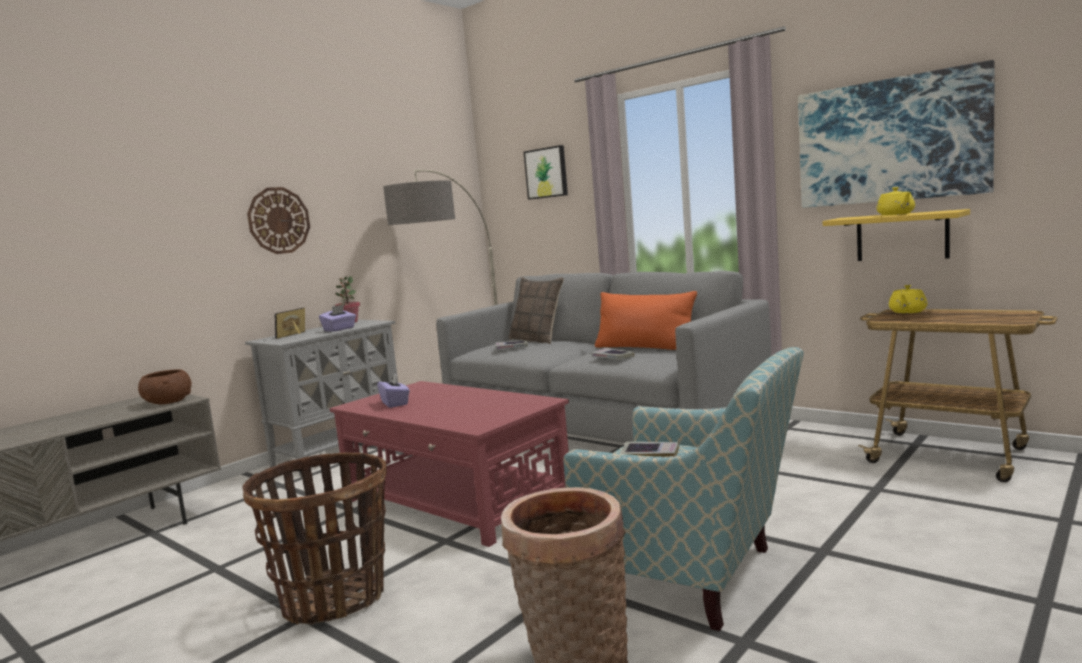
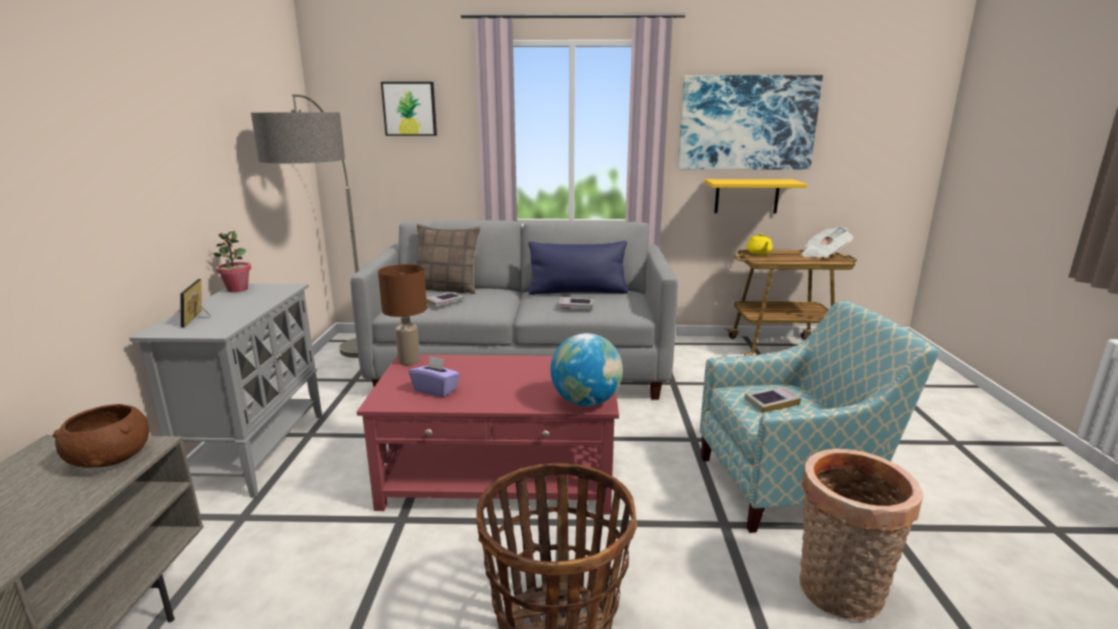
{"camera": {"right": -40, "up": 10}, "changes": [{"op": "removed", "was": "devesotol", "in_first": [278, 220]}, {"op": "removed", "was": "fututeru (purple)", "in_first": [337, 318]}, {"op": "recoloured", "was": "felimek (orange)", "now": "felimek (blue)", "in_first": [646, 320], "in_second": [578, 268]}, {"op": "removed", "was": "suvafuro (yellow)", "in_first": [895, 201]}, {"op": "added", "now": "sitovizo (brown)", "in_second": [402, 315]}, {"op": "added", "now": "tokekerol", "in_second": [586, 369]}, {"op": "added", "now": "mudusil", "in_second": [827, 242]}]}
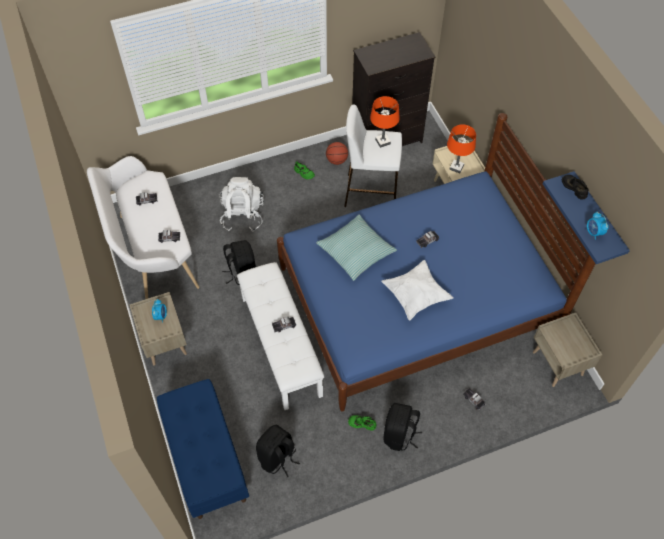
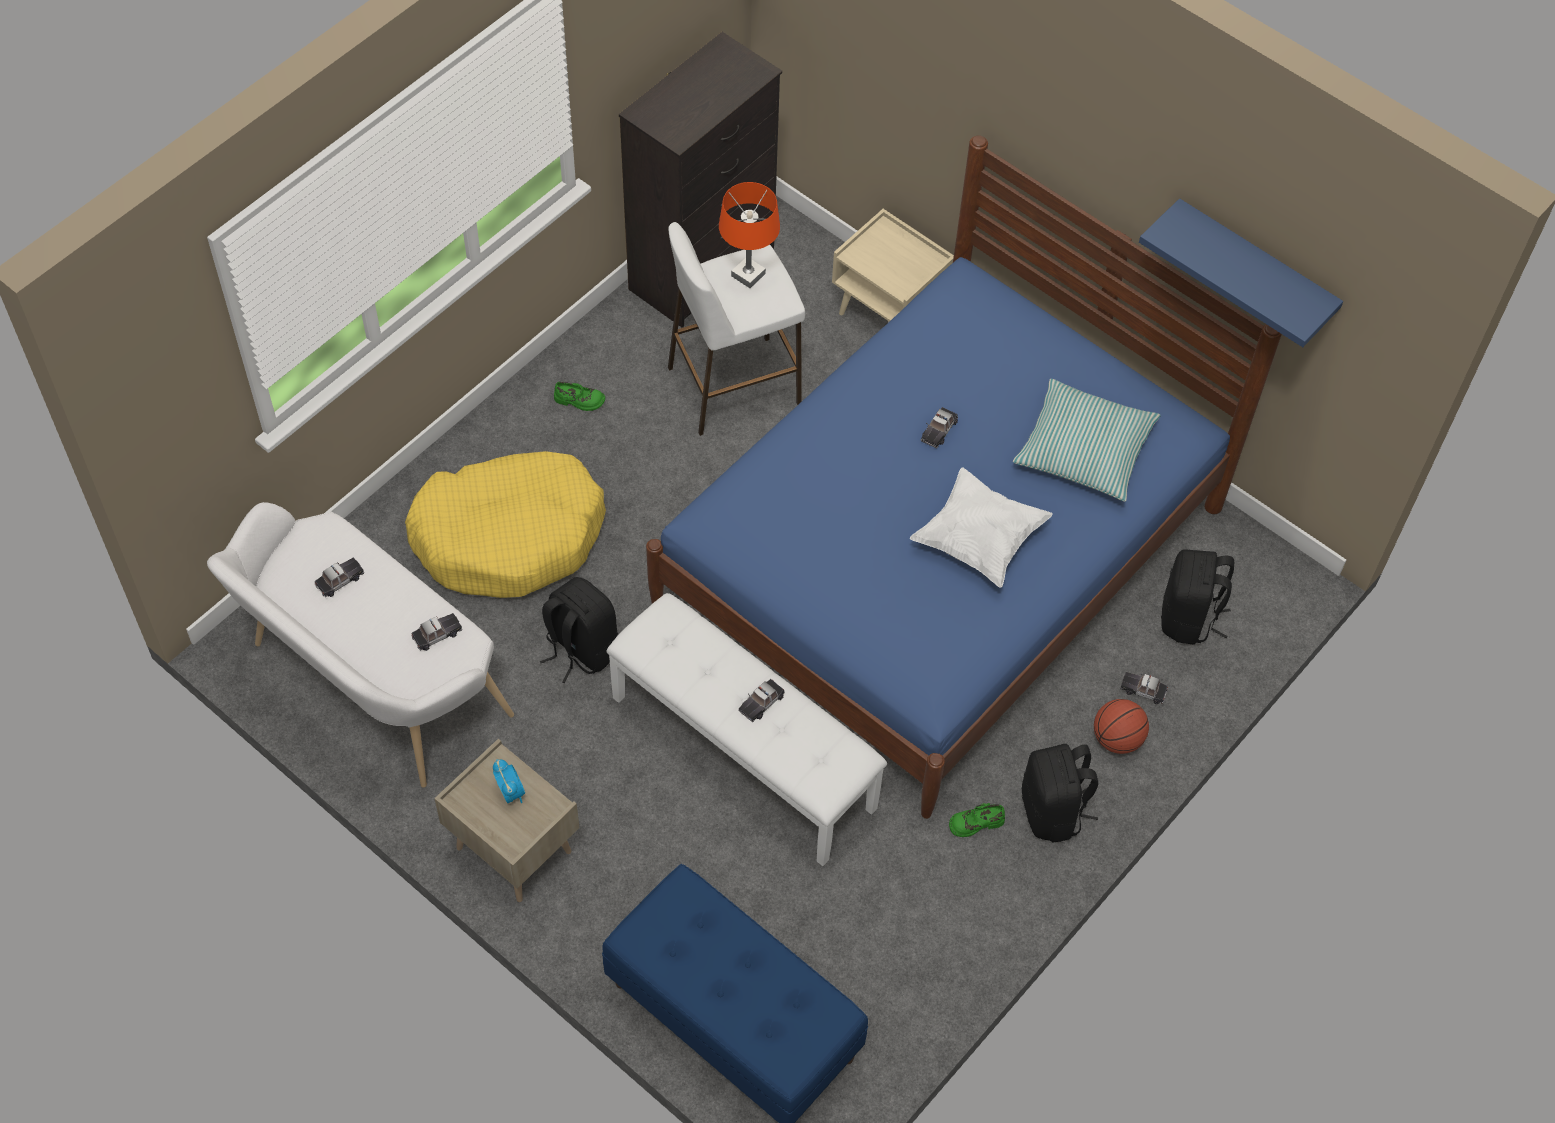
{"camera": {"right": -30, "up": 0}, "changes": [{"op": "replaced", "was": "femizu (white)", "now": "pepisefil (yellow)", "in_first": [241, 204], "in_second": [505, 524]}, {"op": "moved", "was": "femizu (black)", "in_first": [278, 451], "in_second": [1197, 596]}, {"op": "moved", "was": "felimek", "in_first": [356, 248], "in_second": [1087, 440]}, {"op": "moved", "was": "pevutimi", "in_first": [337, 153], "in_second": [1121, 726]}, {"op": "removed", "was": "sitovizo (orange)", "in_first": [461, 148]}, {"op": "removed", "was": "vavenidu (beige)", "in_first": [567, 349]}, {"op": "removed", "was": "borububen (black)", "in_first": [575, 187]}, {"op": "removed", "was": "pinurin", "in_first": [598, 226]}]}
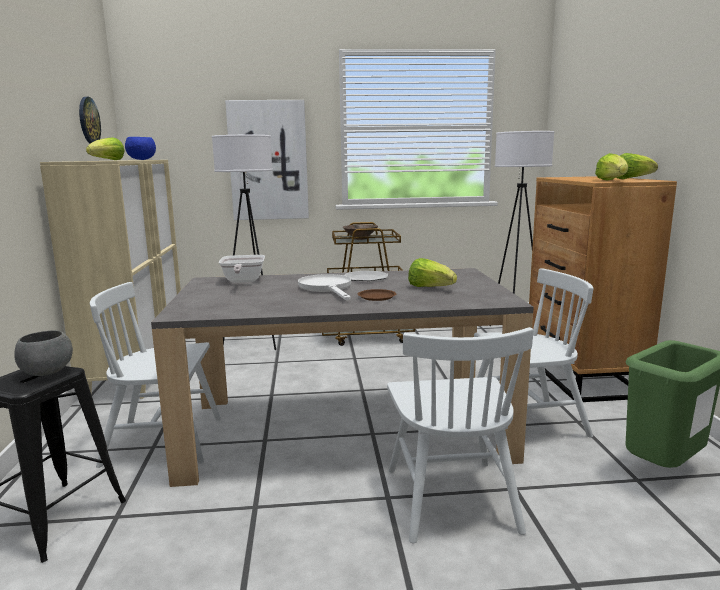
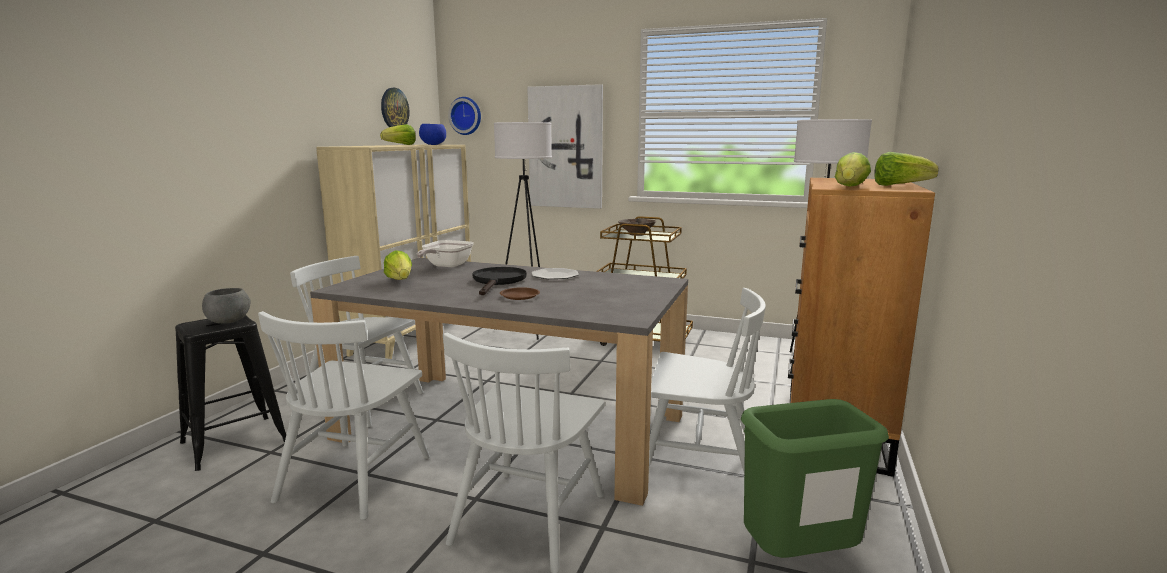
{"camera": {"right": 25, "up": 0}, "changes": [{"op": "recoloured", "was": "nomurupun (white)", "now": "nomurupun (black)", "in_first": [324, 287], "in_second": [499, 281]}, {"op": "moved", "was": "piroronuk", "in_first": [432, 272], "in_second": [398, 265]}, {"op": "added", "now": "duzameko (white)", "in_second": [344, 415]}, {"op": "added", "now": "devesotol", "in_second": [464, 116]}]}
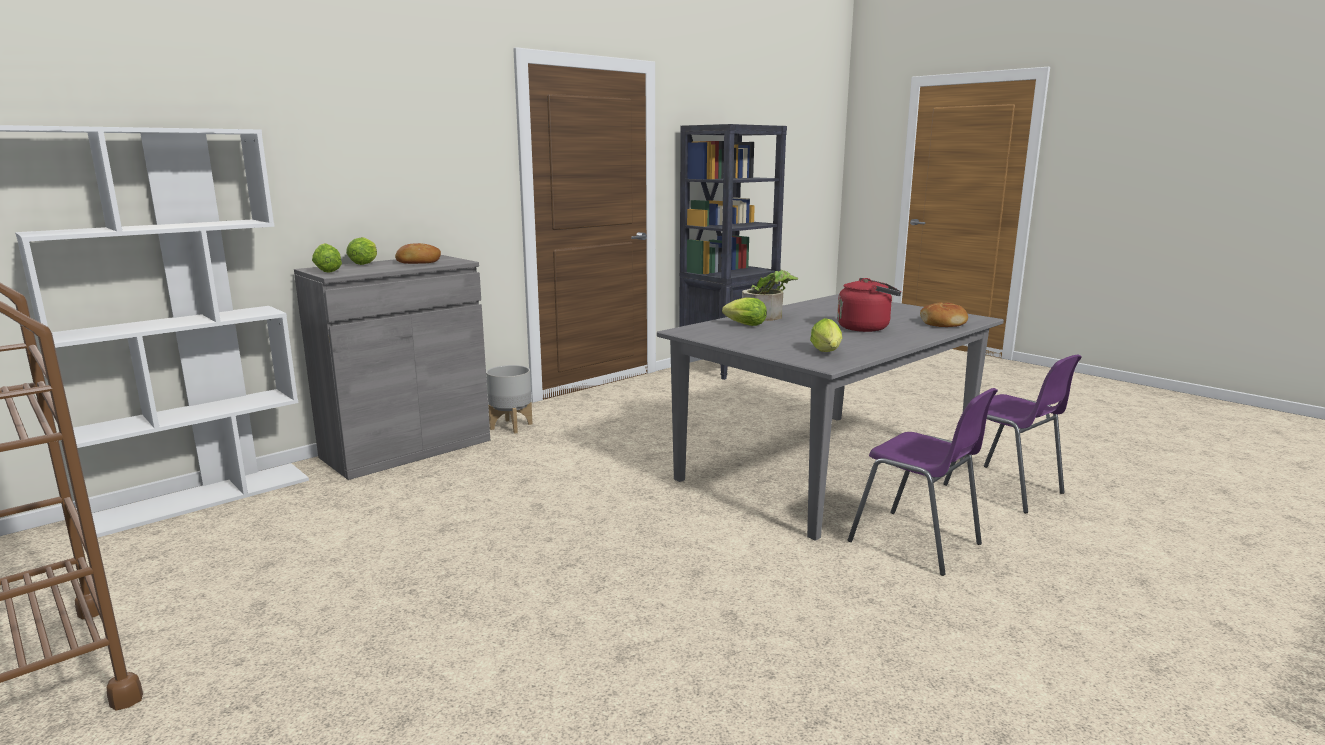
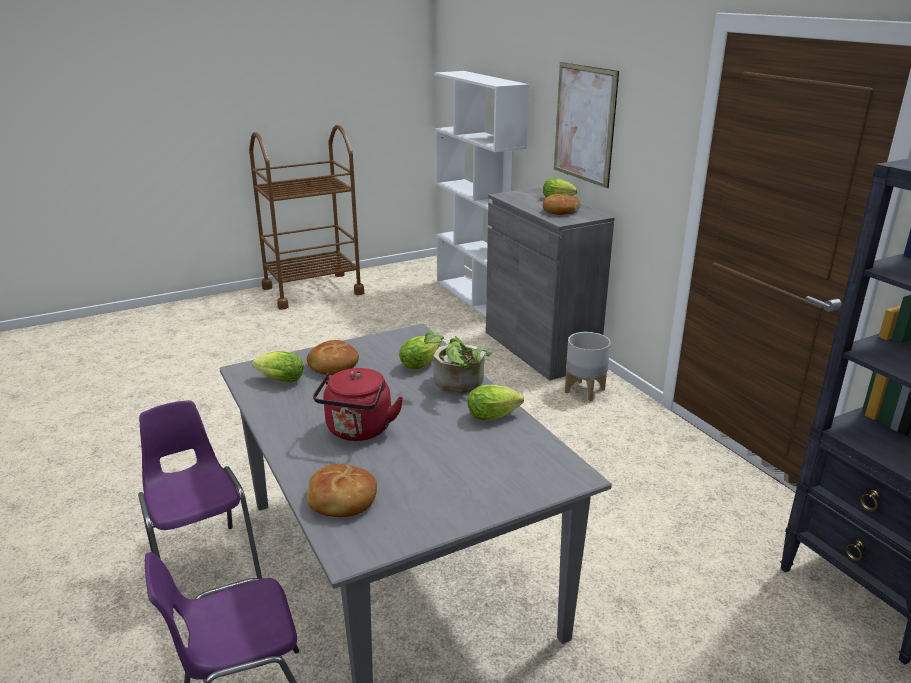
{"camera": {"right": 105, "up": 10}, "changes": [{"op": "moved", "was": "piroronuk", "in_first": [327, 258], "in_second": [496, 402]}, {"op": "turned", "was": "duzameko (purple)", "in_first": [923, 482], "in_second": [200, 507], "clockwise": 90}, {"op": "added", "now": "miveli", "in_second": [333, 357]}, {"op": "added", "now": "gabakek", "in_second": [586, 125]}]}
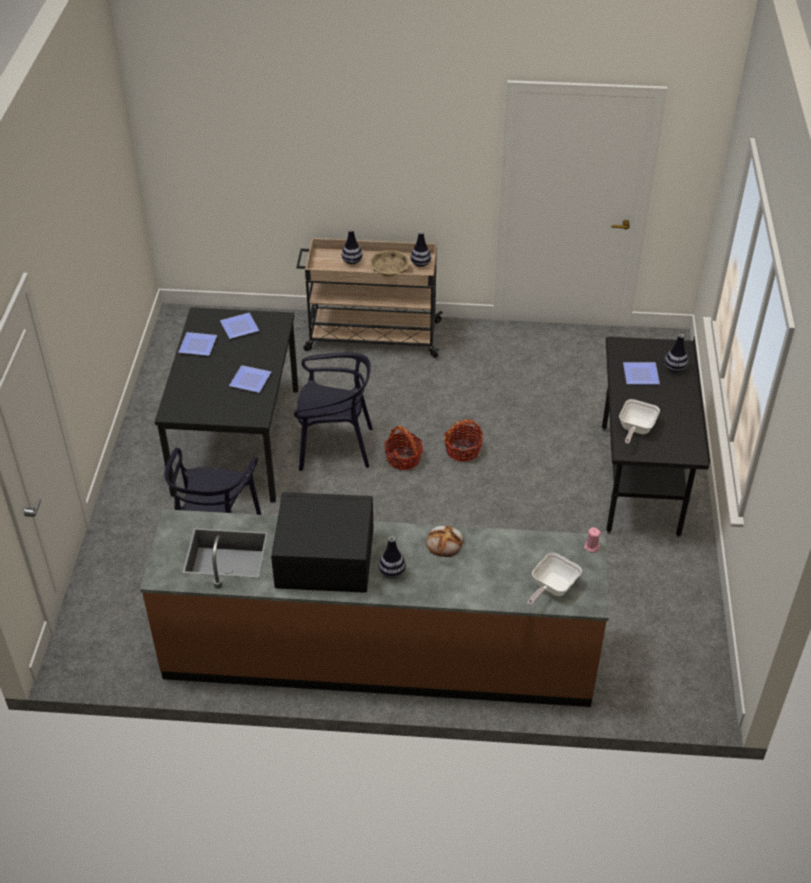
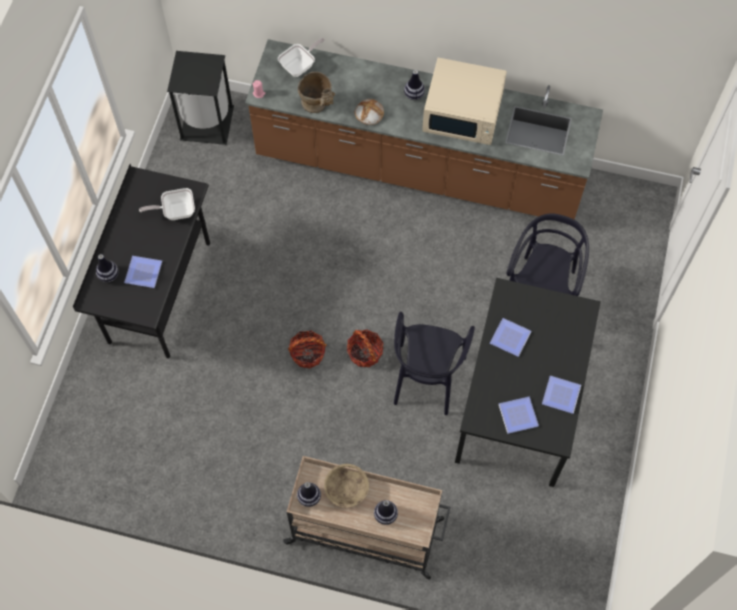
{"camera": {"right": -170, "up": 20}, "changes": [{"op": "recoloured", "was": "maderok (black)", "now": "maderok (beige)", "in_first": [322, 542], "in_second": [464, 101]}, {"op": "turned", "was": "duzameko (black)", "in_first": [333, 411], "in_second": [434, 363], "clockwise": -90}, {"op": "turned", "was": "nomurupun", "in_first": [639, 421], "in_second": [167, 204], "clockwise": -135}, {"op": "added", "now": "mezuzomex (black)", "in_second": [200, 98]}, {"op": "added", "now": "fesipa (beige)", "in_second": [316, 92]}]}
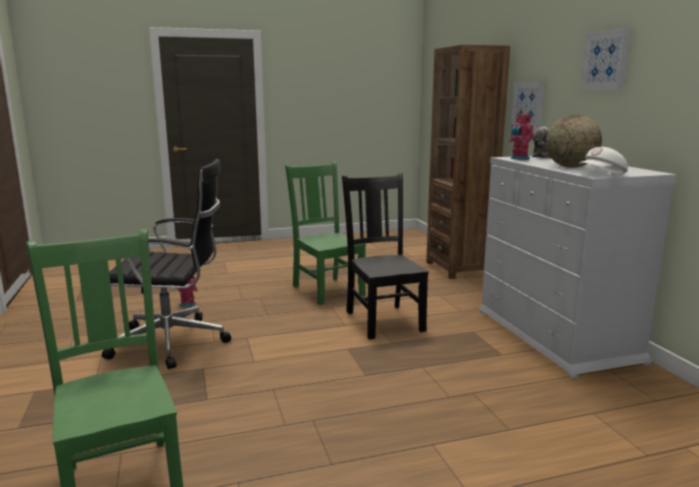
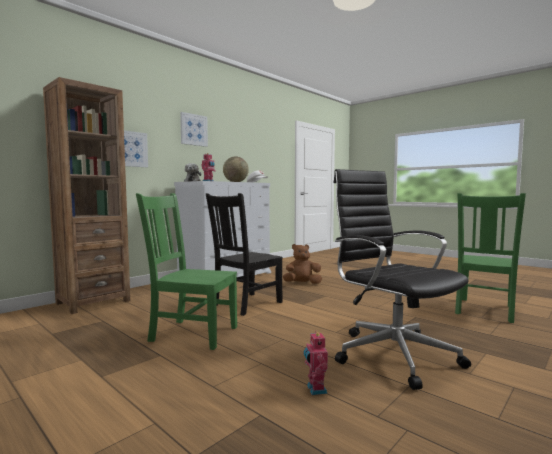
{"camera": {"right": -120, "up": -10}, "changes": [{"op": "turned", "was": "duzameko (green)", "in_first": [325, 233], "in_second": [186, 271], "clockwise": 75}, {"op": "added", "now": "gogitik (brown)", "in_second": [302, 264]}]}
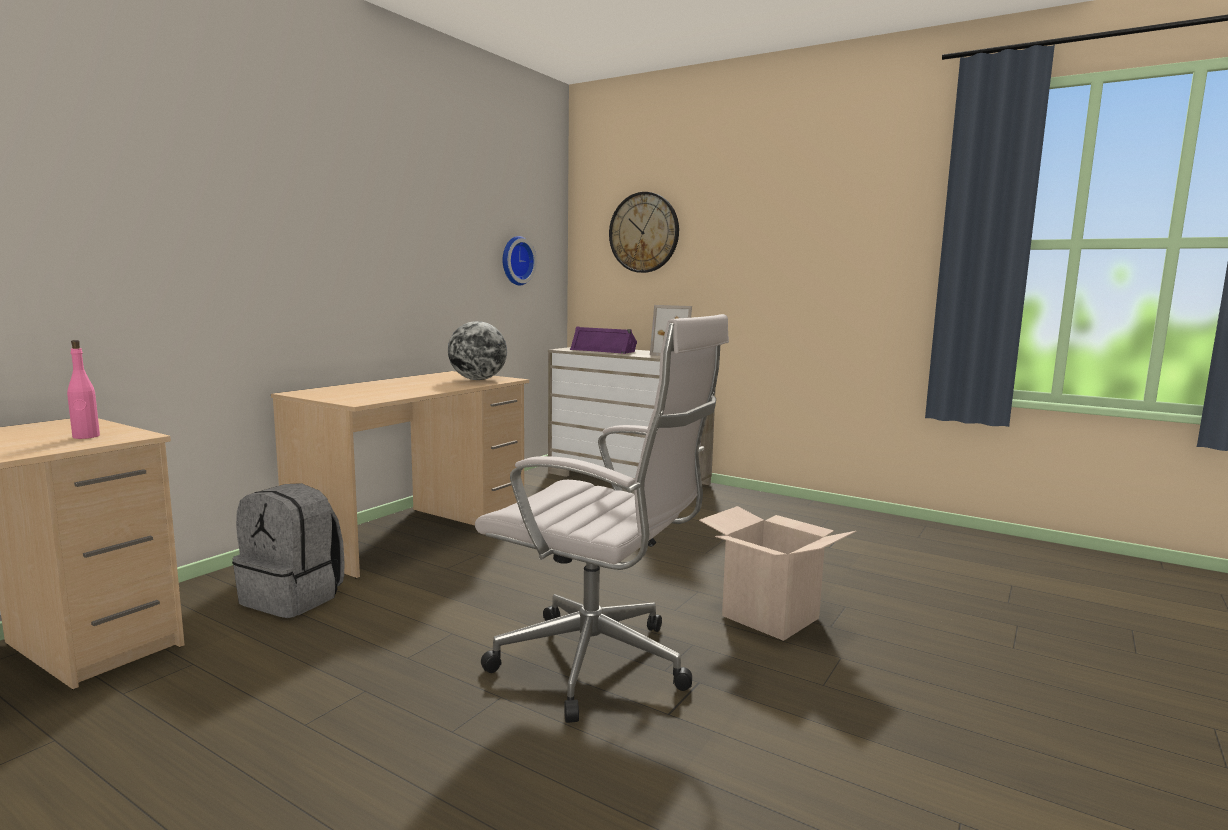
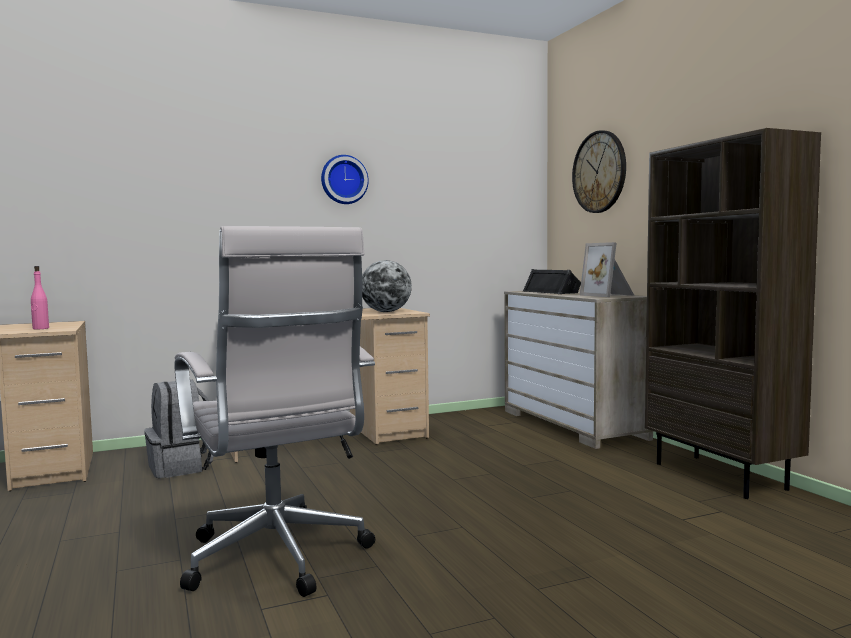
{"camera": {"right": 35, "up": -5}, "changes": [{"op": "moved", "was": "devesotol", "in_first": [519, 261], "in_second": [345, 179]}, {"op": "recoloured", "was": "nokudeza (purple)", "now": "nokudeza (black)", "in_first": [603, 340], "in_second": [551, 281]}, {"op": "removed", "was": "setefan", "in_first": [778, 573]}, {"op": "added", "now": "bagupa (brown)", "in_second": [733, 313]}]}
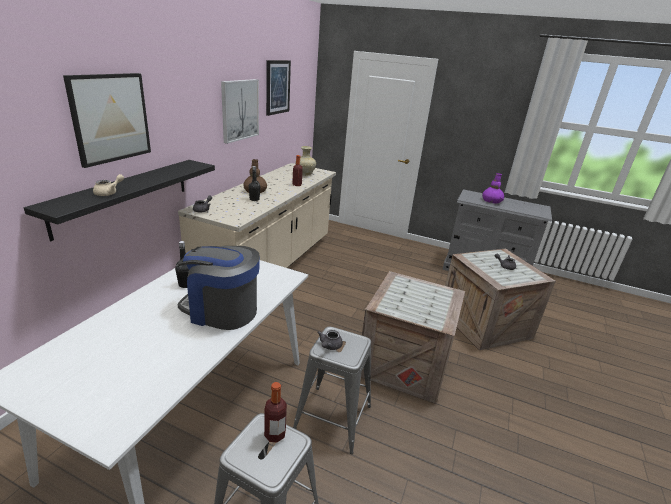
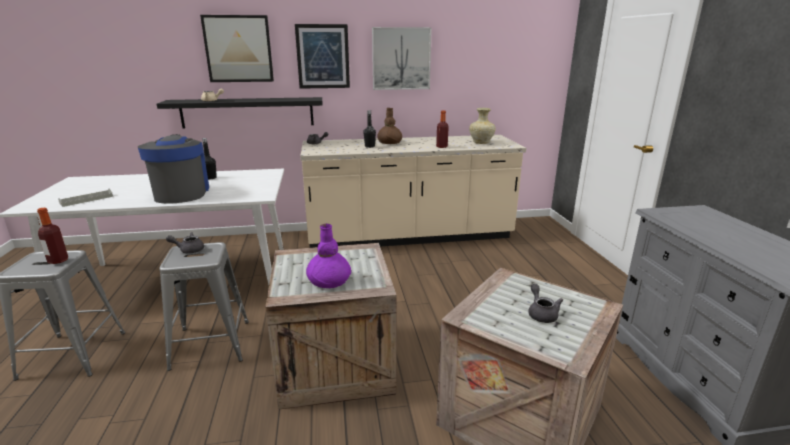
{"camera": {"right": 60, "up": -5}, "changes": [{"op": "moved", "was": "gabakek", "in_first": [278, 88], "in_second": [322, 56]}, {"op": "moved", "was": "fesipa (purple)", "in_first": [493, 188], "in_second": [328, 256]}, {"op": "added", "now": "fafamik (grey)", "in_second": [85, 197]}]}
